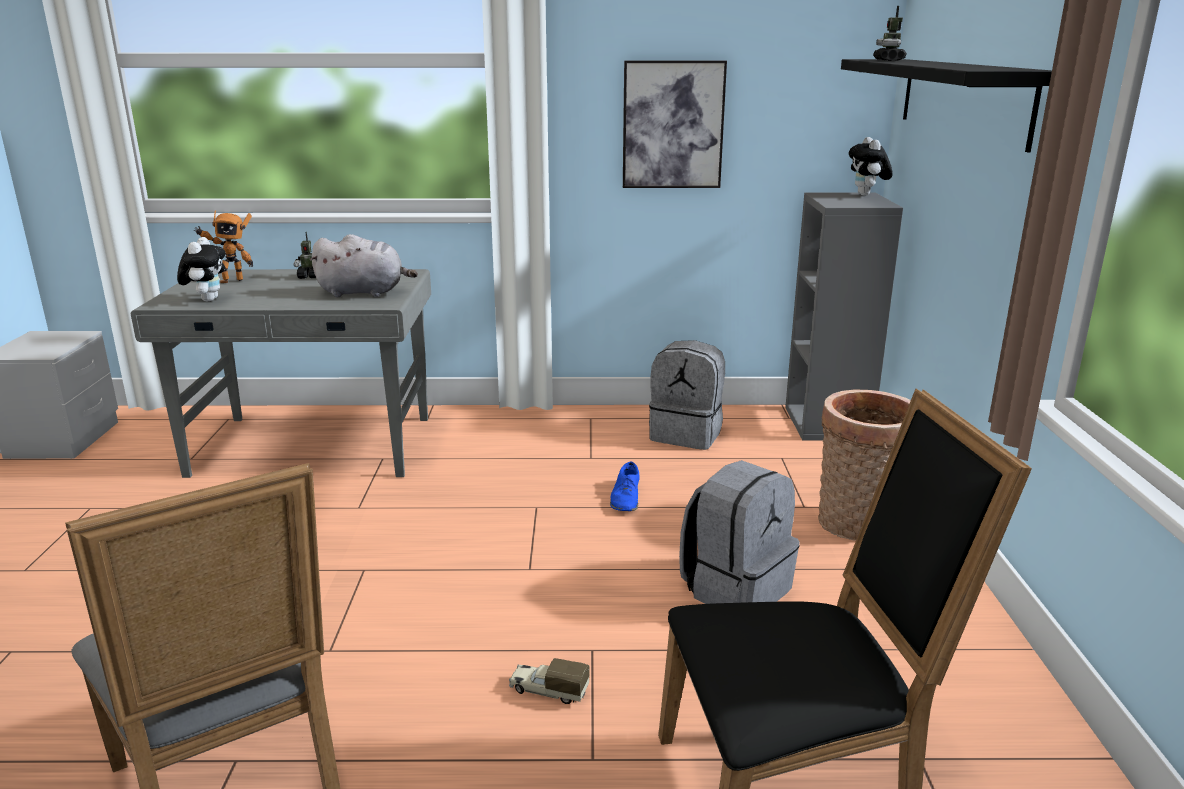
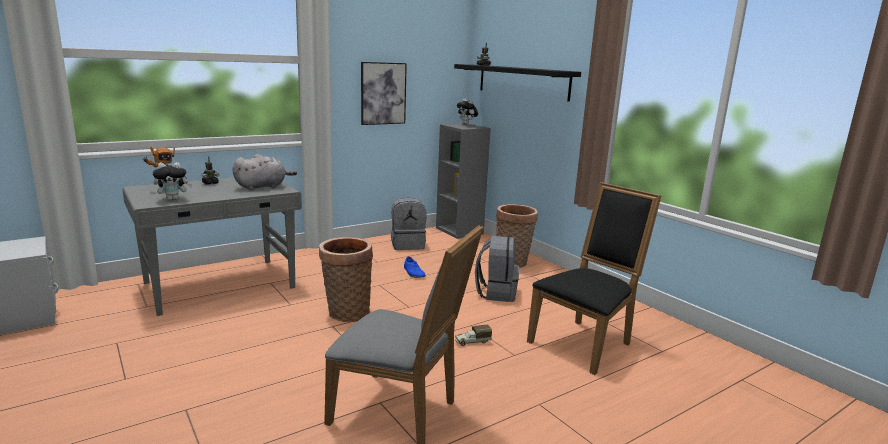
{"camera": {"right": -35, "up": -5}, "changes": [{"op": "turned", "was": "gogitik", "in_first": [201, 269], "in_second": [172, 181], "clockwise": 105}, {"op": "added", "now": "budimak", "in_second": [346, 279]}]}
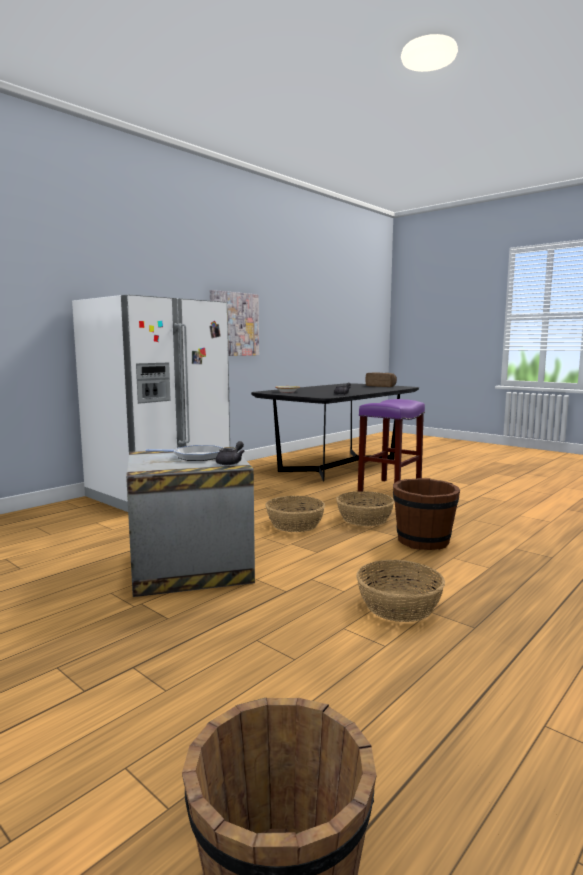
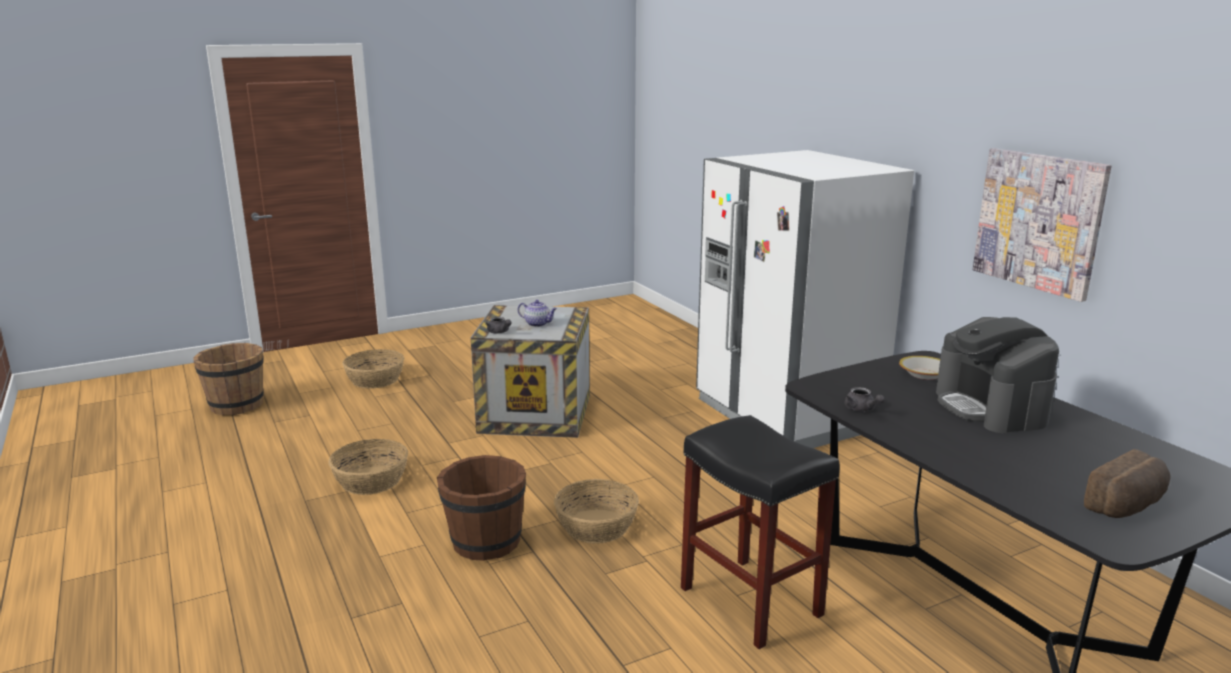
{"camera": {"right": 110, "up": 10}, "changes": [{"op": "replaced", "was": "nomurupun", "now": "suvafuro", "in_first": [184, 453], "in_second": [537, 313]}, {"op": "moved", "was": "budimak", "in_first": [295, 514], "in_second": [373, 369]}, {"op": "recoloured", "was": "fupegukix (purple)", "now": "fupegukix (black)", "in_first": [391, 445], "in_second": [760, 532]}, {"op": "added", "now": "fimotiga", "in_second": [997, 375]}]}
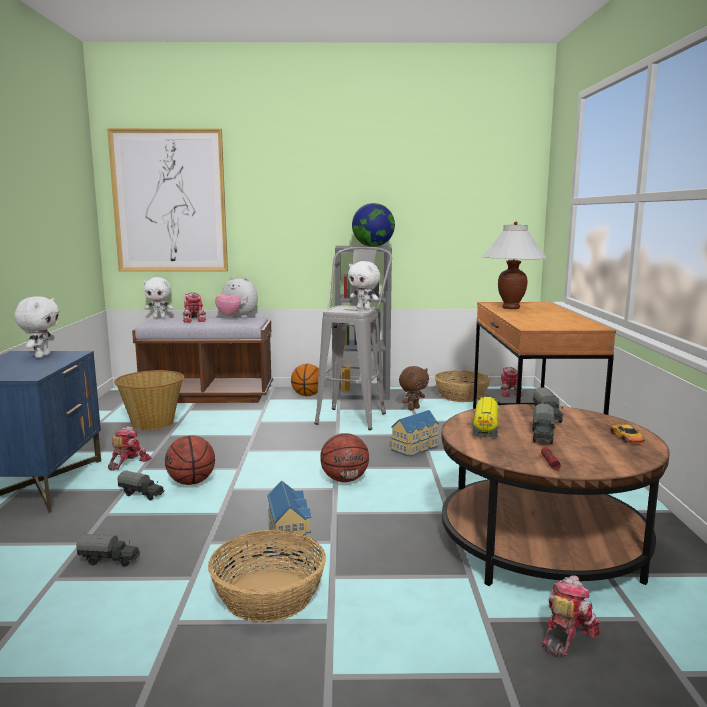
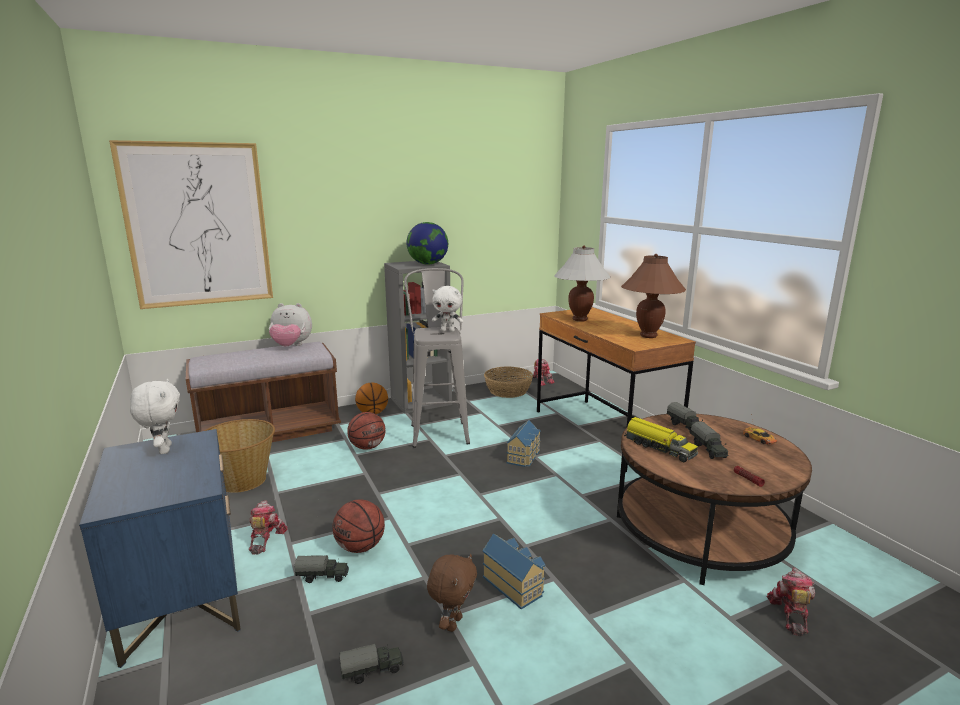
{"camera": {"right": -25, "up": 5}, "changes": [{"op": "removed", "was": "gogitik (white)", "in_first": [158, 297]}, {"op": "removed", "was": "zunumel", "in_first": [194, 307]}, {"op": "removed", "was": "budimak", "in_first": [267, 576]}, {"op": "moved", "was": "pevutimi", "in_first": [344, 457], "in_second": [366, 431]}, {"op": "moved", "was": "gogitik (brown)", "in_first": [414, 388], "in_second": [452, 593]}, {"op": "turned", "was": "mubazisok", "in_first": [486, 417], "in_second": [661, 439], "clockwise": 150}, {"op": "added", "now": "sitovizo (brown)", "in_second": [653, 296]}]}
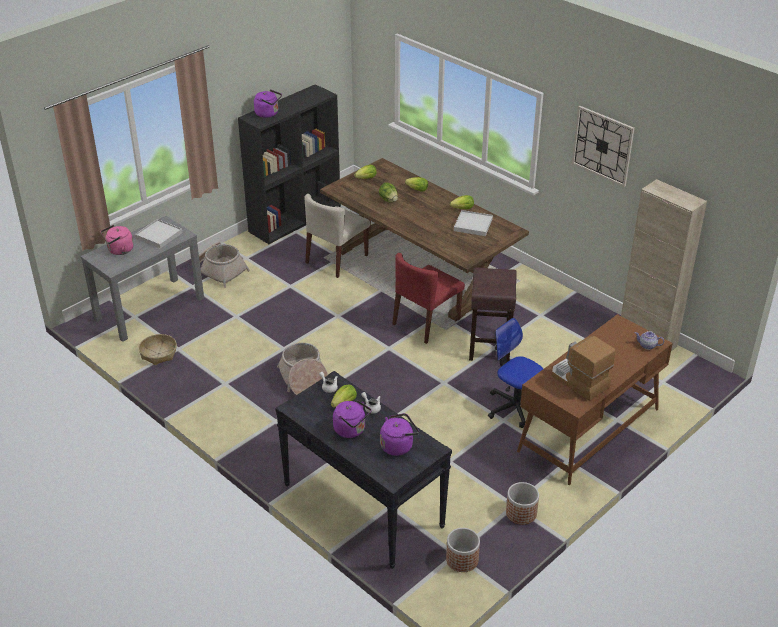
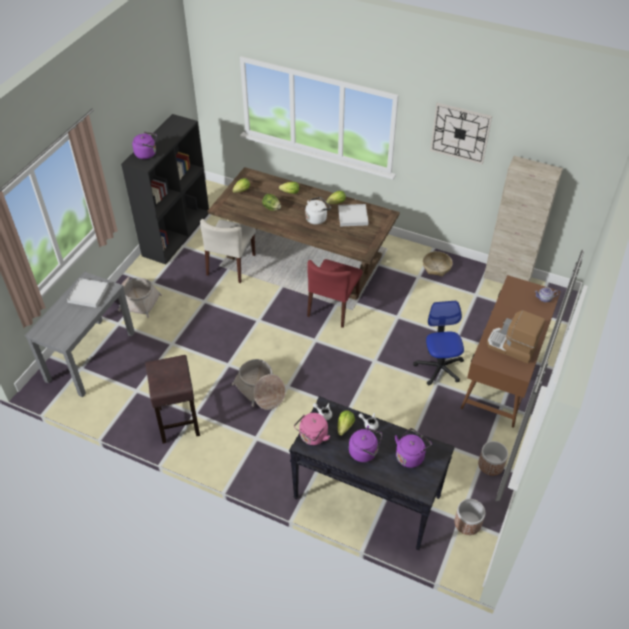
{"camera": {"right": -20, "up": 10}, "changes": [{"op": "moved", "was": "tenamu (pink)", "in_first": [117, 240], "in_second": [312, 429]}, {"op": "moved", "was": "budimak", "in_first": [157, 349], "in_second": [438, 263]}, {"op": "moved", "was": "fupegukix (brown)", "in_first": [493, 315], "in_second": [172, 399]}, {"op": "turned", "was": "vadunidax", "in_first": [515, 373], "in_second": [438, 343], "clockwise": 60}, {"op": "added", "now": "tenamu (white)", "in_second": [318, 211]}]}
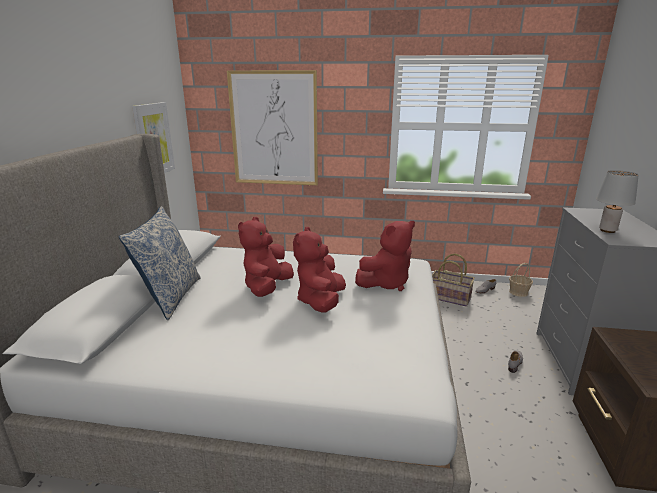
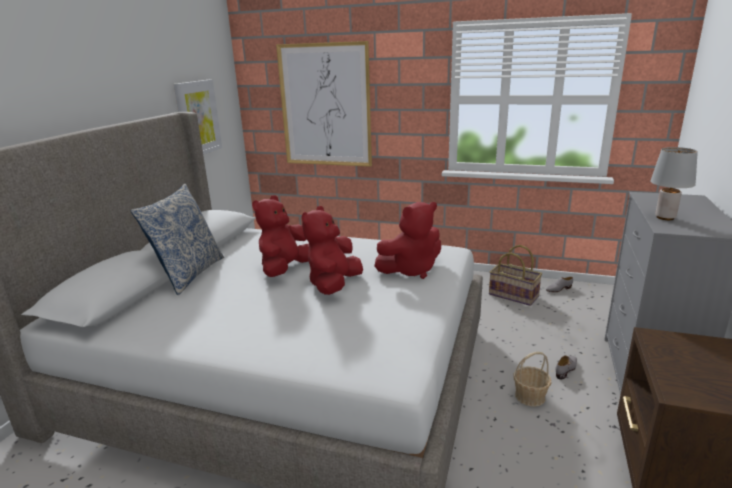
{"camera": {"right": 10, "up": 0}, "changes": [{"op": "moved", "was": "budimak", "in_first": [521, 280], "in_second": [532, 379]}]}
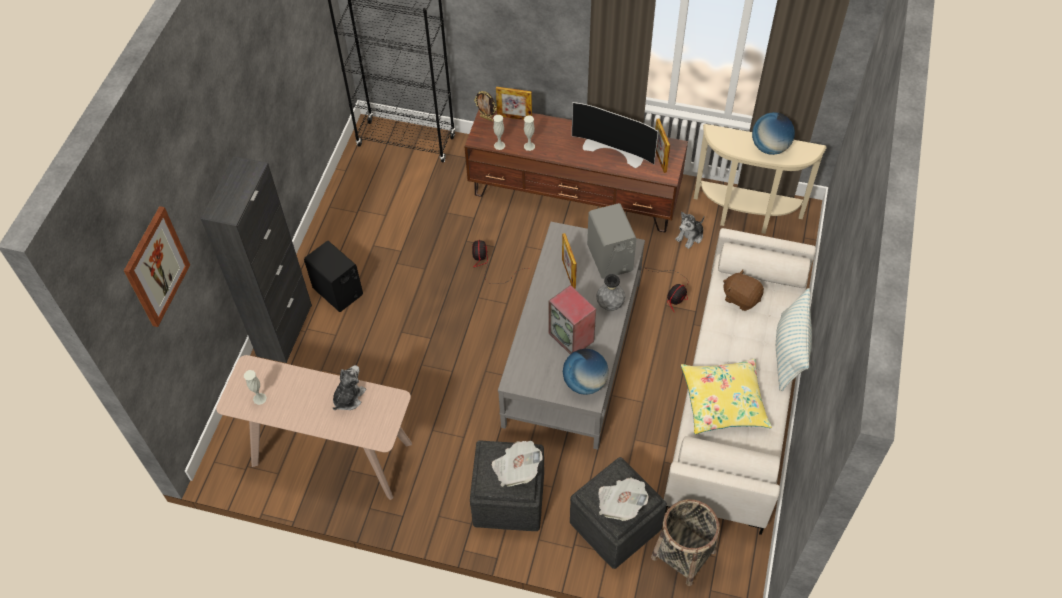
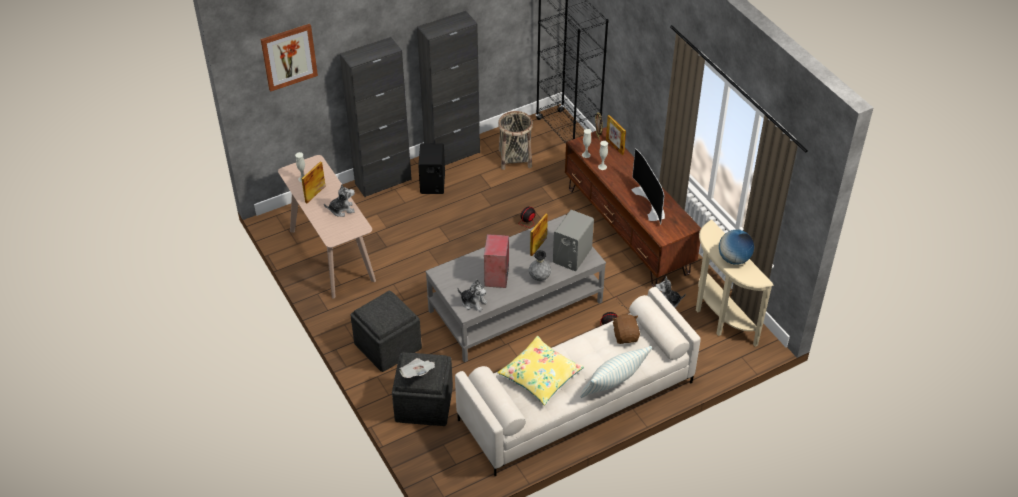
{"camera": {"right": 45, "up": -10}, "changes": [{"op": "removed", "was": "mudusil", "in_first": [517, 464]}, {"op": "replaced", "was": "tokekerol", "now": "gogitik", "in_first": [586, 372], "in_second": [472, 295]}, {"op": "moved", "was": "budimak", "in_first": [685, 542], "in_second": [515, 140]}, {"op": "moved", "was": "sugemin", "in_first": [662, 146], "in_second": [313, 182]}, {"op": "added", "now": "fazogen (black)", "in_second": [448, 88]}]}
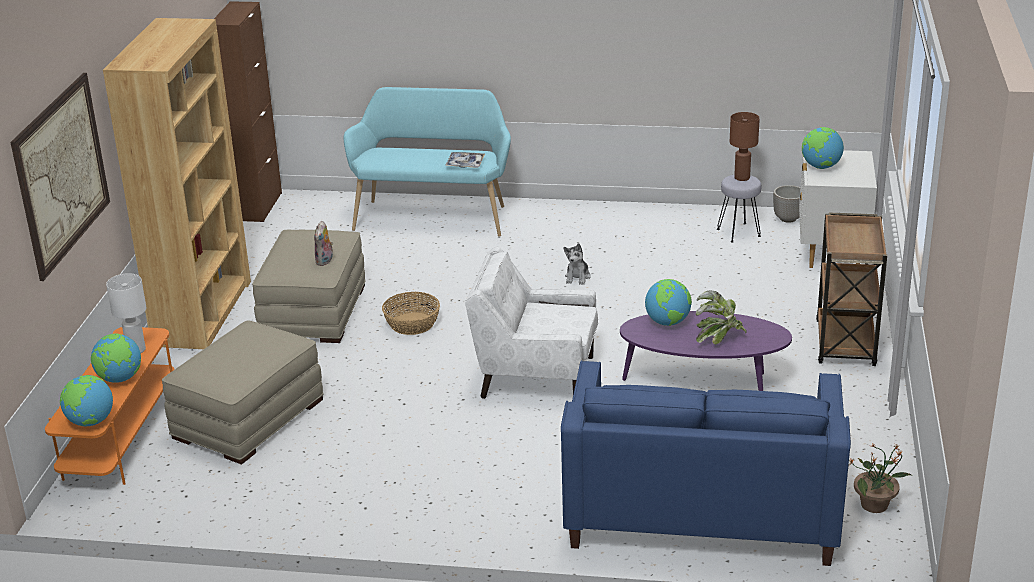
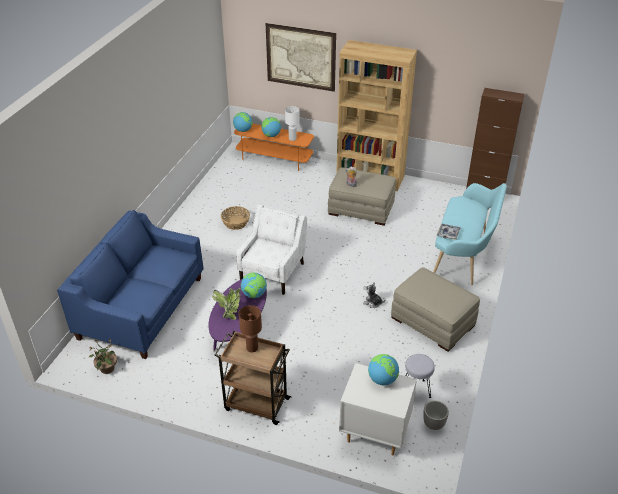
{"camera": {"right": 100, "up": 10}, "changes": [{"op": "moved", "was": "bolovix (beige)", "in_first": [243, 392], "in_second": [435, 309]}, {"op": "moved", "was": "budimak", "in_first": [411, 313], "in_second": [235, 218]}, {"op": "moved", "was": "sitovizo (brown)", "in_first": [745, 146], "in_second": [250, 328]}]}
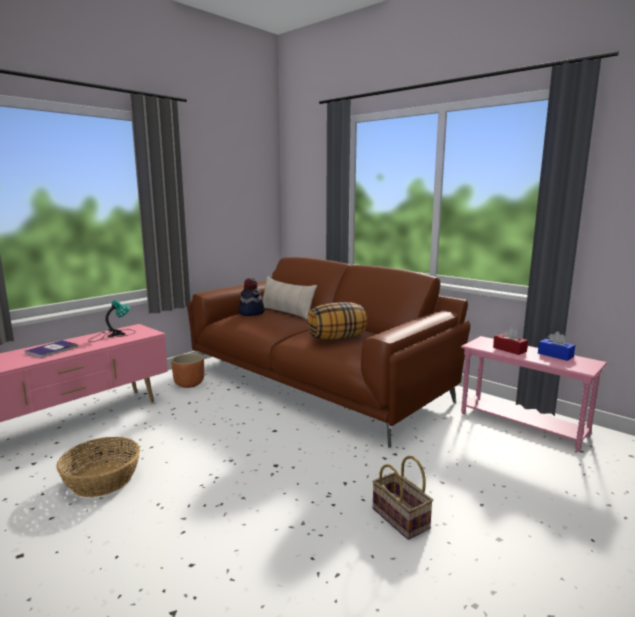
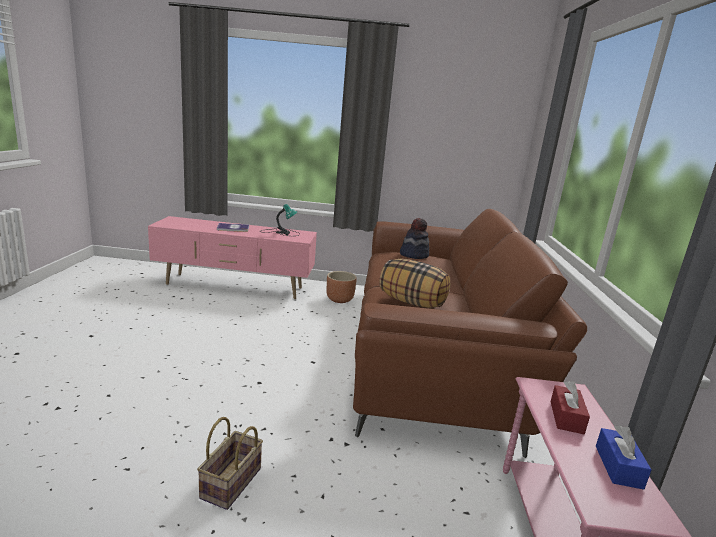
{"camera": {"right": 50, "up": 5}, "changes": [{"op": "removed", "was": "budimak", "in_first": [98, 467]}, {"op": "removed", "was": "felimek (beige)", "in_first": [289, 298]}]}
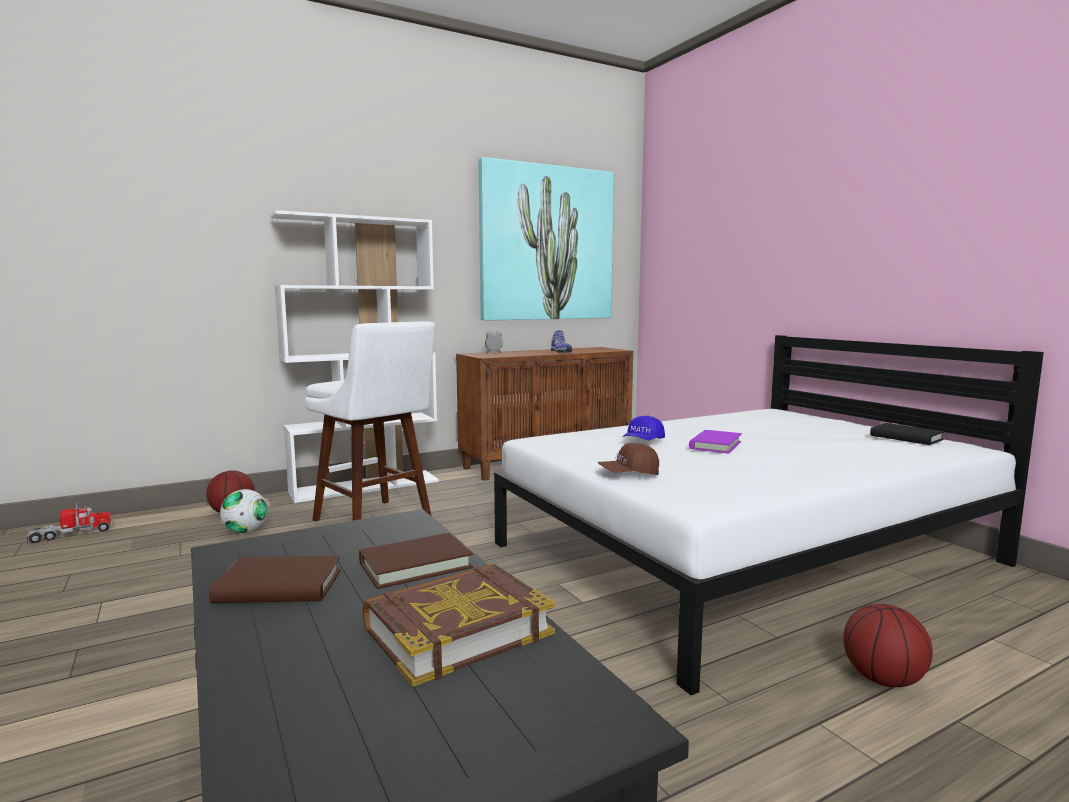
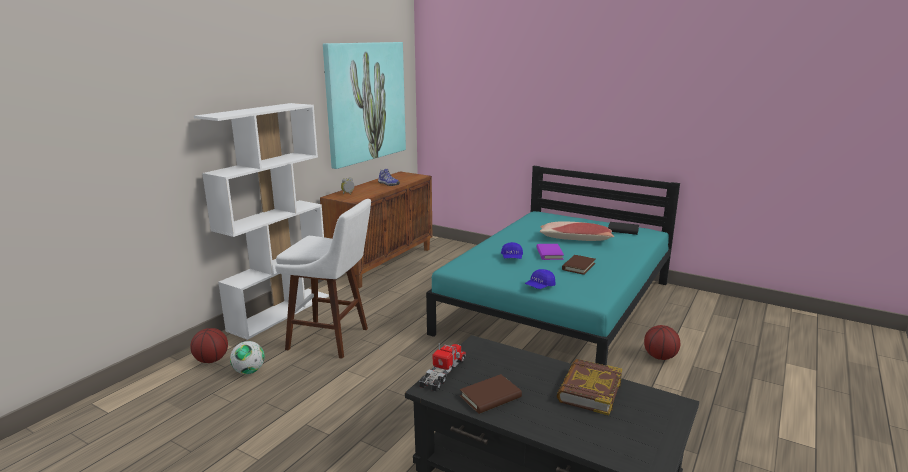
{"camera": {"right": -30, "up": 10}, "changes": [{"op": "moved", "was": "mubazisok", "in_first": [69, 523], "in_second": [442, 367]}, {"op": "moved", "was": "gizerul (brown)", "in_first": [416, 561], "in_second": [578, 265]}, {"op": "recoloured", "was": "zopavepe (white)", "now": "zopavepe (turquoise)", "in_first": [769, 515], "in_second": [553, 266]}, {"op": "recoloured", "was": "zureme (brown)", "now": "zureme (blue)", "in_first": [628, 459], "in_second": [540, 279]}, {"op": "added", "now": "felimek", "in_second": [577, 231]}]}
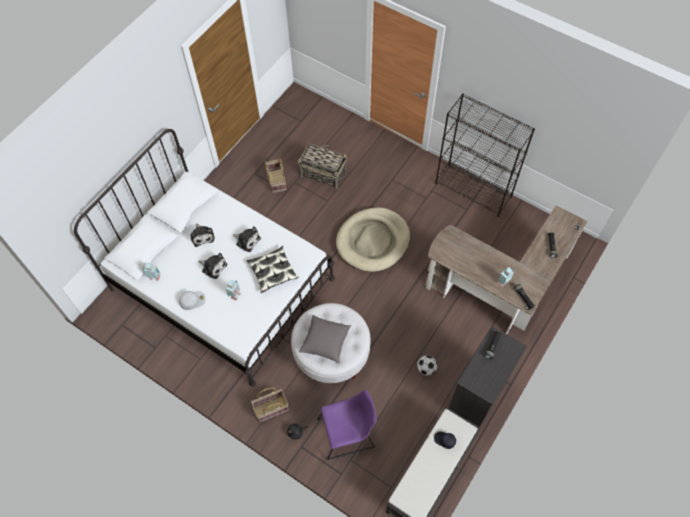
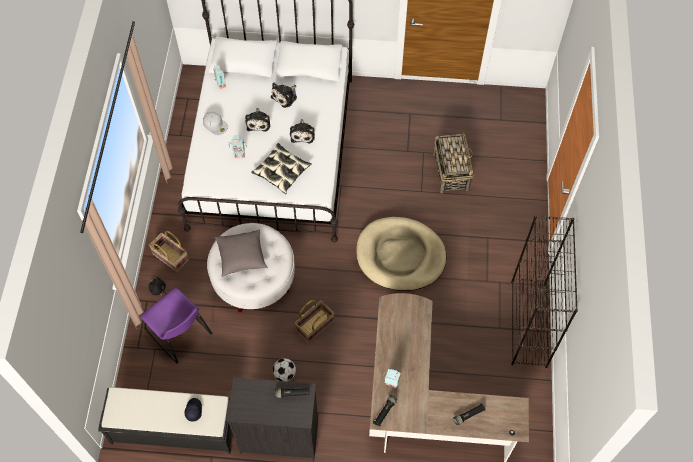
{"camera": {"right": 60, "up": 0}, "changes": [{"op": "moved", "was": "budimak", "in_first": [275, 175], "in_second": [314, 321]}]}
